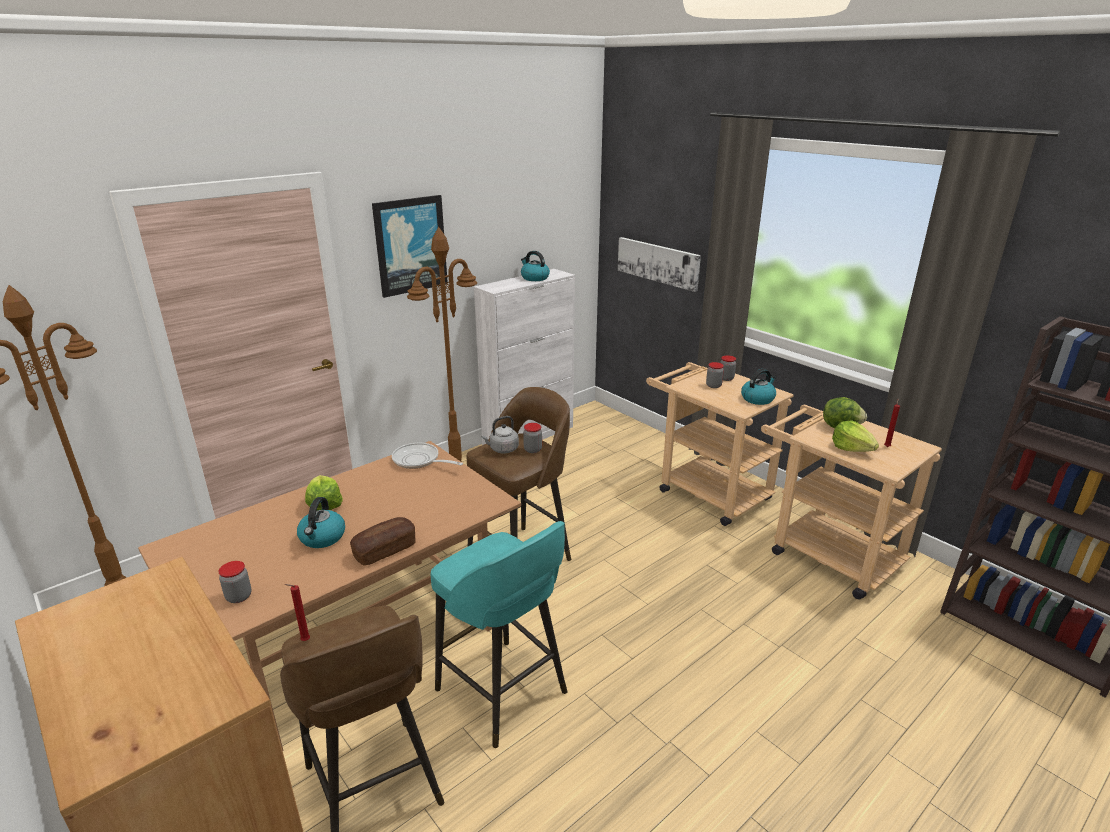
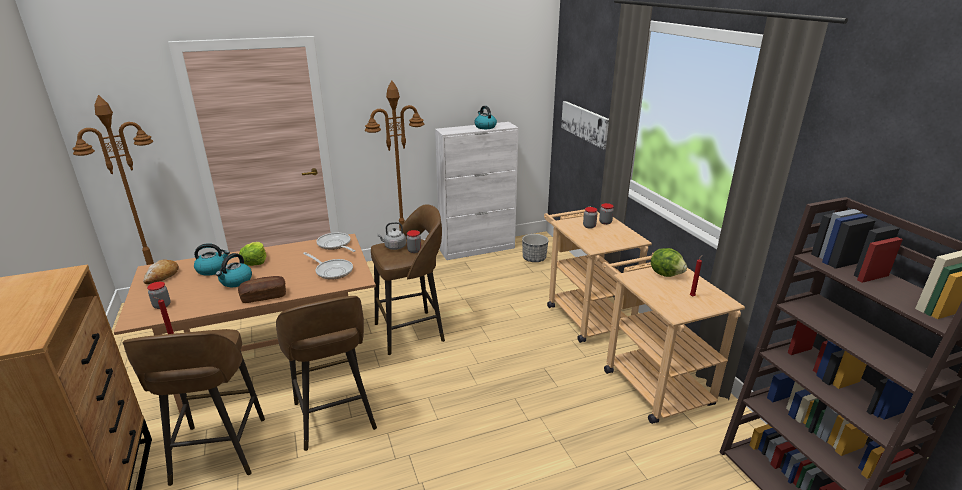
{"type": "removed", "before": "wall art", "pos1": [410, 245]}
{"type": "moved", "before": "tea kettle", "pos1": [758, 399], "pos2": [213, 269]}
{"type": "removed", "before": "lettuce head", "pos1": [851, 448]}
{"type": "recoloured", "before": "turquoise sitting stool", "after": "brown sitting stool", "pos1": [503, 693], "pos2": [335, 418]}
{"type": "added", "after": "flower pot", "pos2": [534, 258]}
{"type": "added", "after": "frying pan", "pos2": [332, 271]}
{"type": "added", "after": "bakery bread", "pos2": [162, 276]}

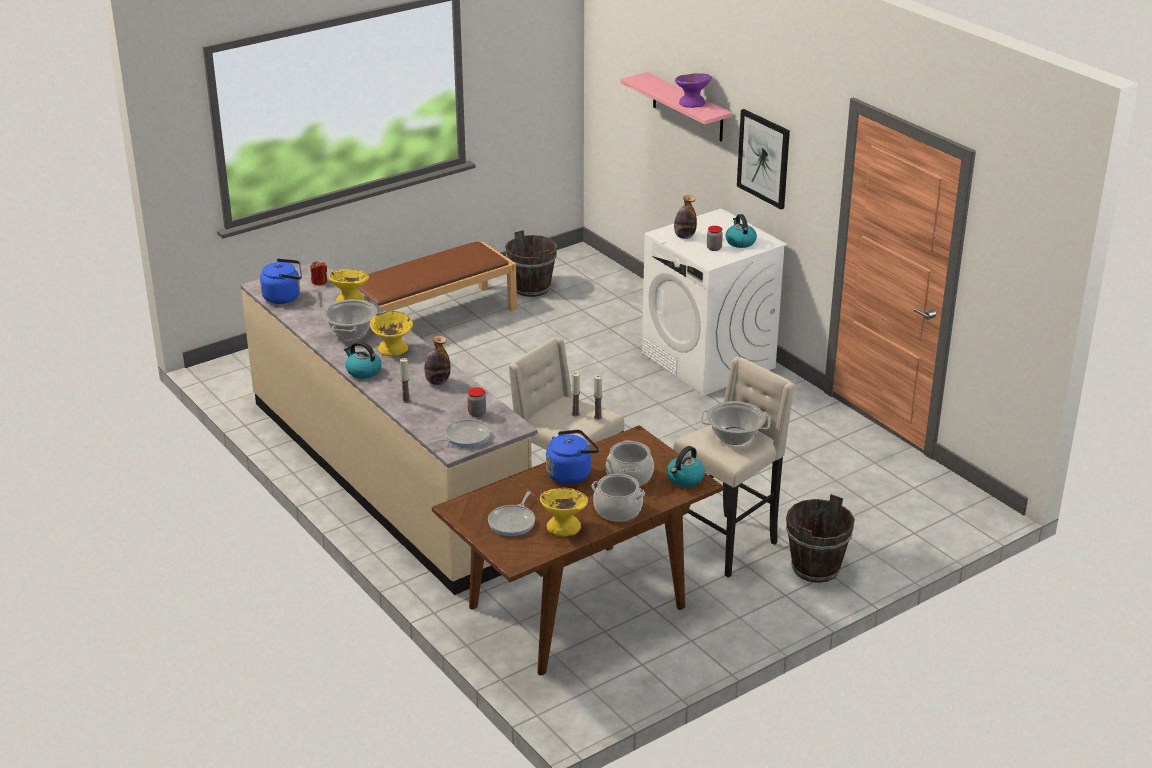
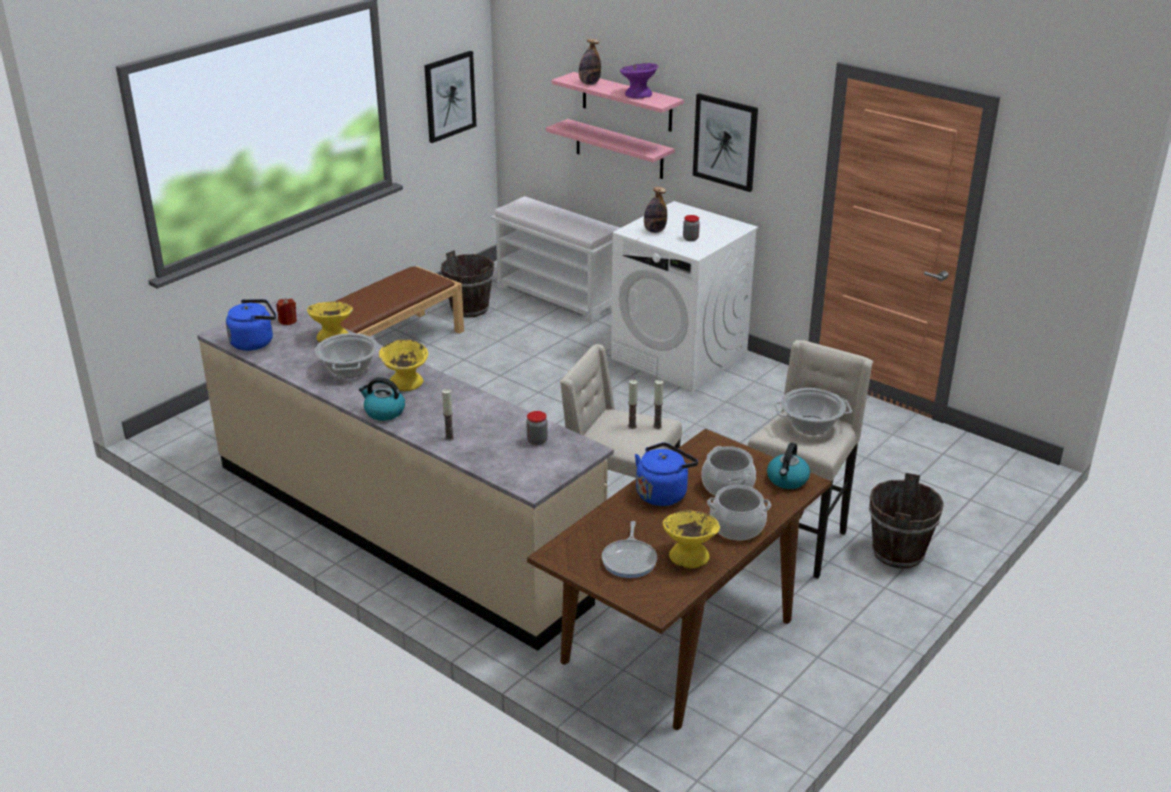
{"type": "removed", "before": "tea kettle", "pos1": [740, 242]}
{"type": "moved", "before": "drink bottle", "pos1": [437, 382], "pos2": [589, 83]}
{"type": "removed", "before": "frying pan", "pos1": [464, 437]}
{"type": "added", "after": "wall art", "pos2": [449, 96]}
{"type": "added", "after": "pink wall shelf", "pos2": [619, 149]}
{"type": "added", "after": "white-coloured long seat", "pos2": [559, 297]}

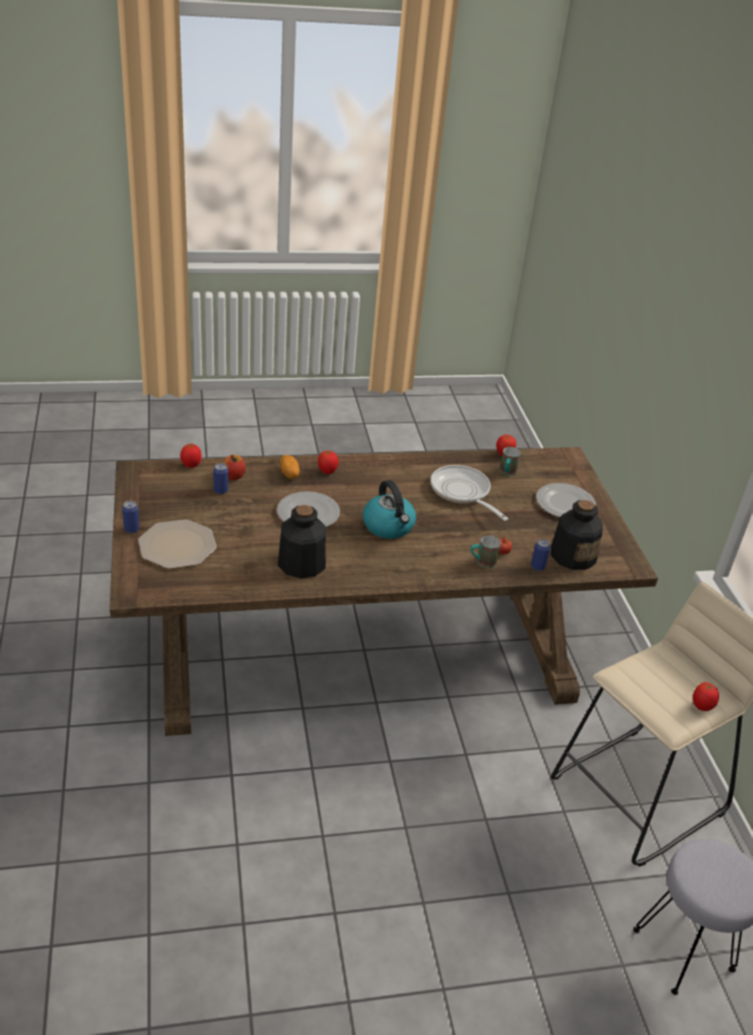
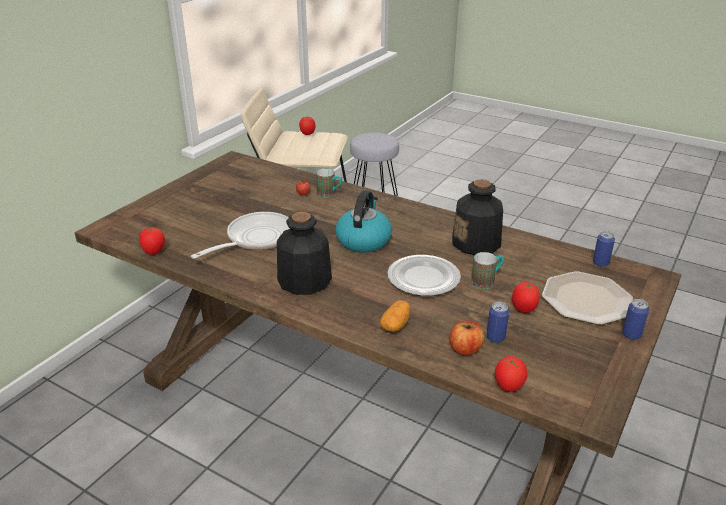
{"type": "moved", "before": "tea mug", "pos1": [507, 473], "pos2": [486, 281]}
{"type": "moved", "before": "whole tomato", "pos1": [327, 472], "pos2": [523, 310]}
{"type": "turned", "before": "frying pan", "pos1": [462, 493], "pos2": [255, 239], "turn": -150}
{"type": "removed", "before": "plate", "pos1": [564, 504]}
{"type": "moved", "before": "drink bottle", "pos1": [572, 555], "pos2": [304, 281]}
{"type": "moved", "before": "can", "pos1": [537, 566], "pos2": [600, 263]}

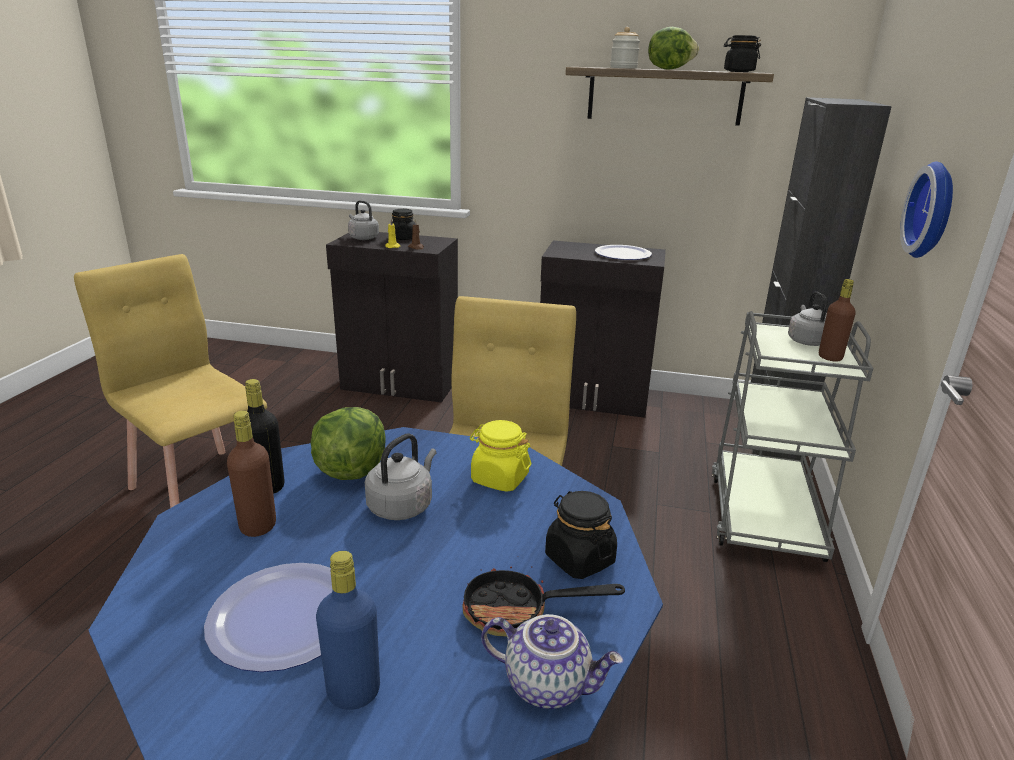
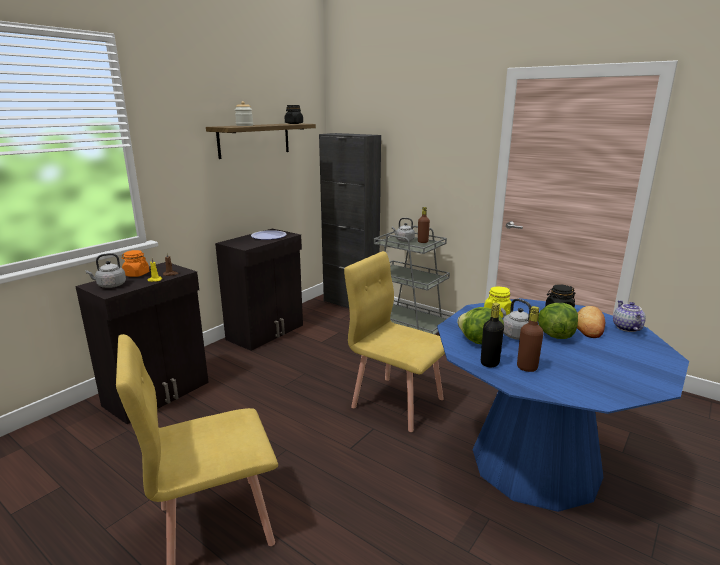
{"type": "moved", "before": "lettuce head", "pos1": [669, 69], "pos2": [555, 335]}
{"type": "removed", "before": "hanging clock", "pos1": [935, 211]}
{"type": "recoloured", "before": "blackish preserve jar", "after": "orange preserve jar", "pos1": [403, 238], "pos2": [136, 274]}
{"type": "removed", "before": "blue-coloured drink bottle", "pos1": [353, 692]}
{"type": "replaced", "before": "frying pan", "after": "bakery bread", "pos1": [518, 612], "pos2": [590, 326]}
{"type": "removed", "before": "plate", "pos1": [284, 617]}
{"type": "turned", "before": "tea pot", "pos1": [548, 684], "pos2": [625, 328], "turn": -45}

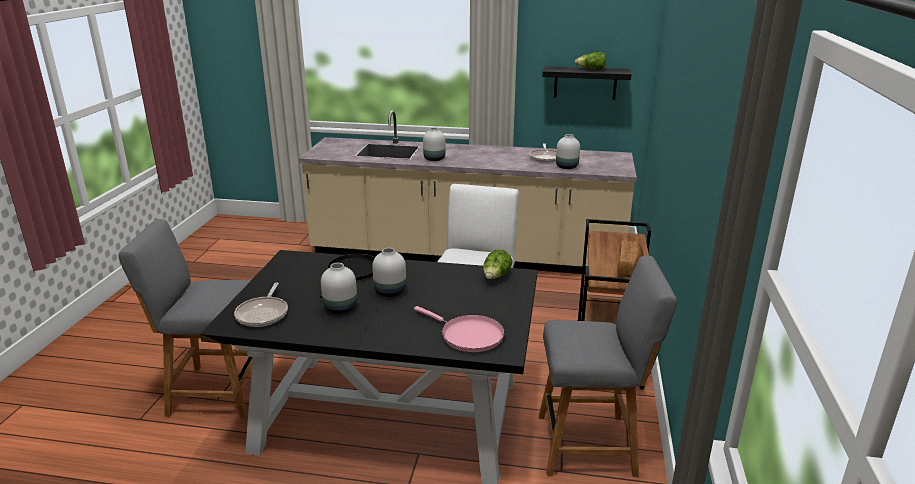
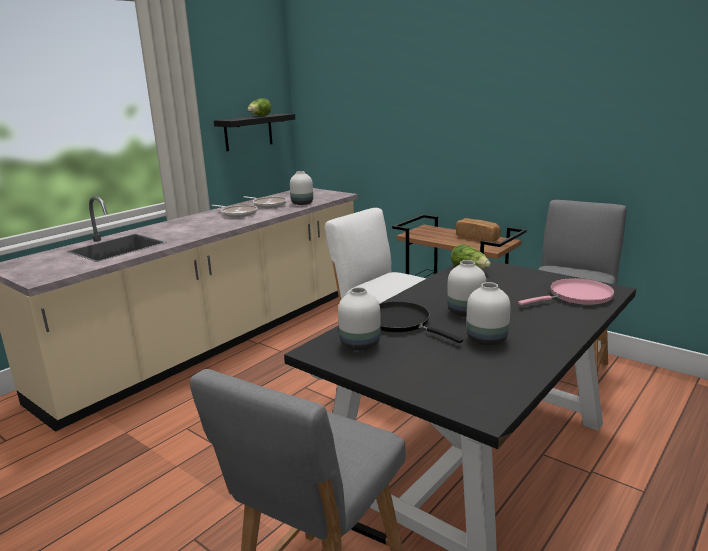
{"type": "moved", "before": "white-coloured flower vase", "pos1": [433, 159], "pos2": [359, 345]}
{"type": "moved", "before": "frying pan", "pos1": [263, 314], "pos2": [238, 214]}

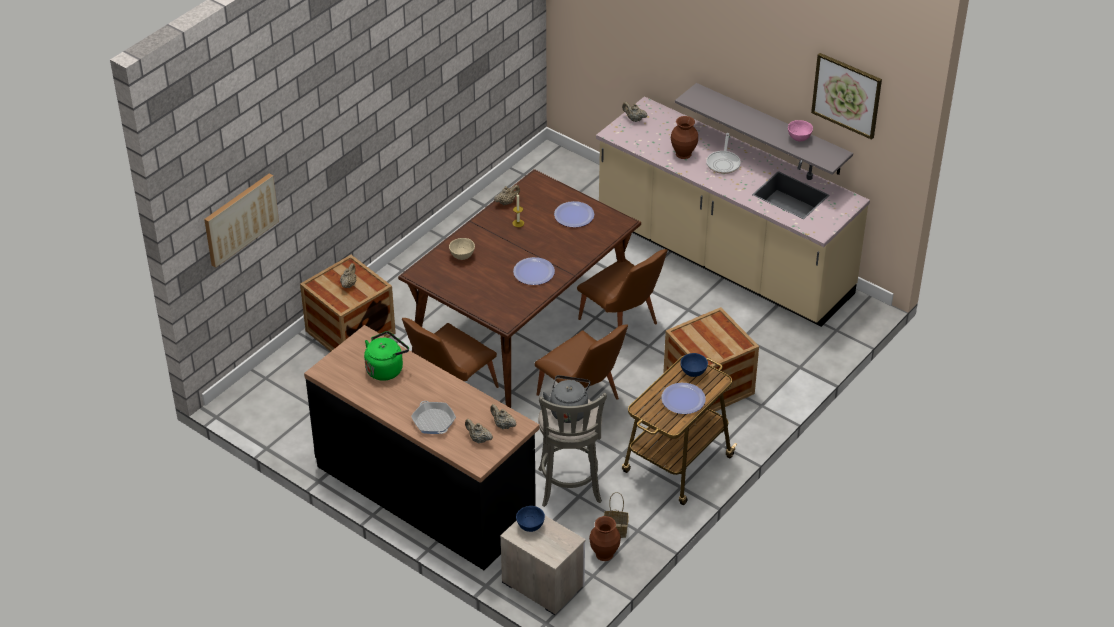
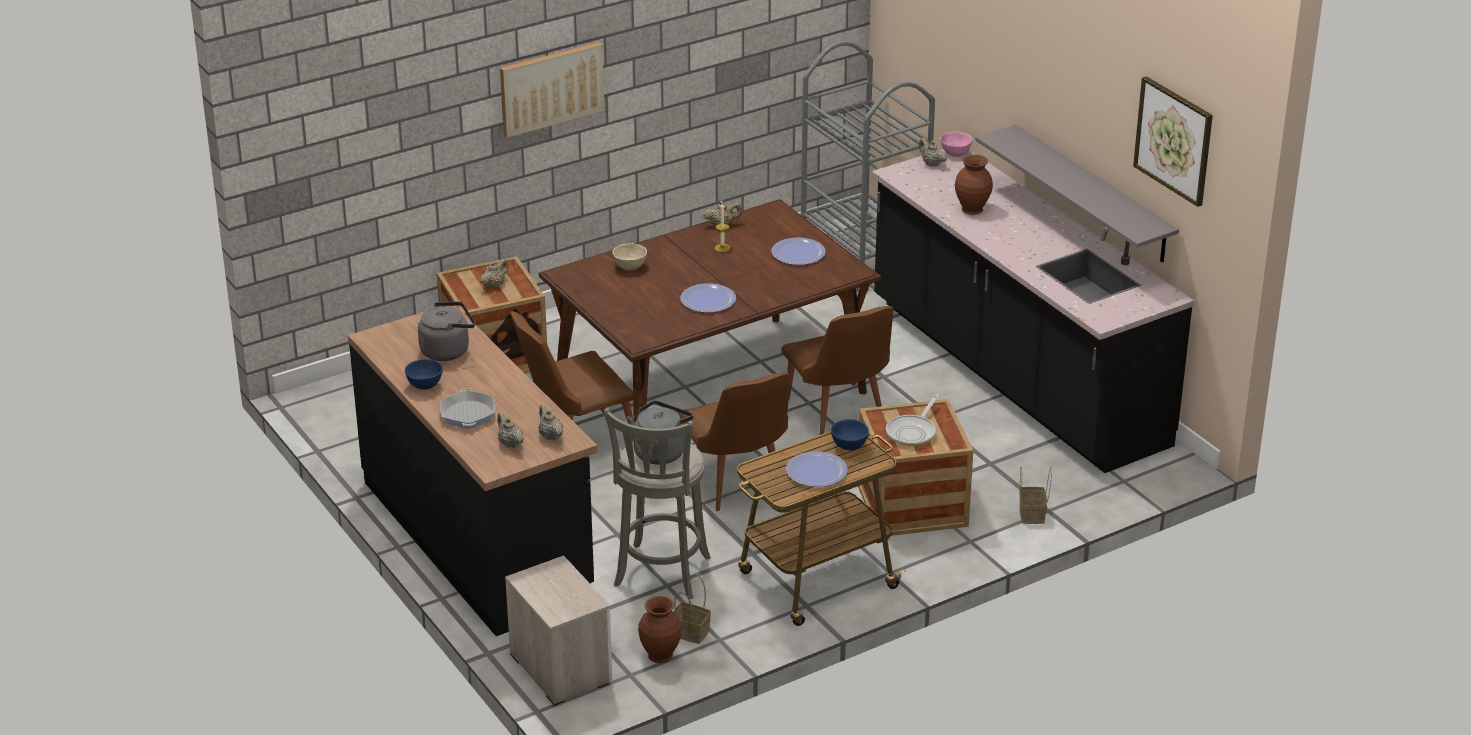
{"type": "recoloured", "before": "beige counter", "after": "blackish counter", "pos1": [723, 259], "pos2": [1015, 375]}
{"type": "moved", "before": "pink deep dish", "pos1": [799, 138], "pos2": [955, 154]}
{"type": "moved", "before": "frying pan", "pos1": [723, 163], "pos2": [913, 432]}
{"type": "moved", "before": "wall art", "pos1": [240, 219], "pos2": [551, 88]}
{"type": "recoloured", "before": "greenish tea kettle", "after": "grey tea kettle", "pos1": [386, 368], "pos2": [448, 350]}
{"type": "moved", "before": "blue-coloured deep dish", "pos1": [530, 526], "pos2": [424, 386]}
{"type": "added", "after": "grey wheeled cart", "pos2": [863, 256]}
{"type": "added", "after": "storage basket", "pos2": [1032, 515]}

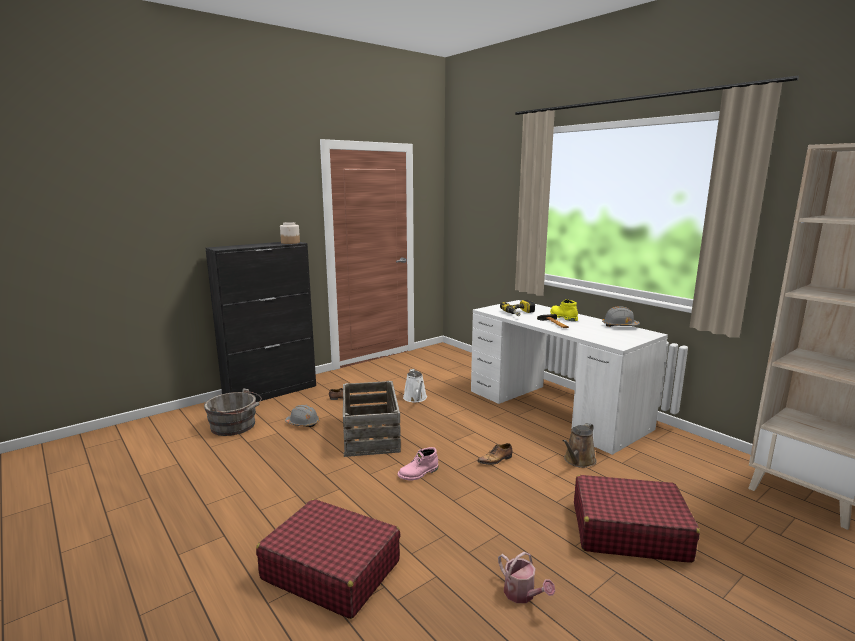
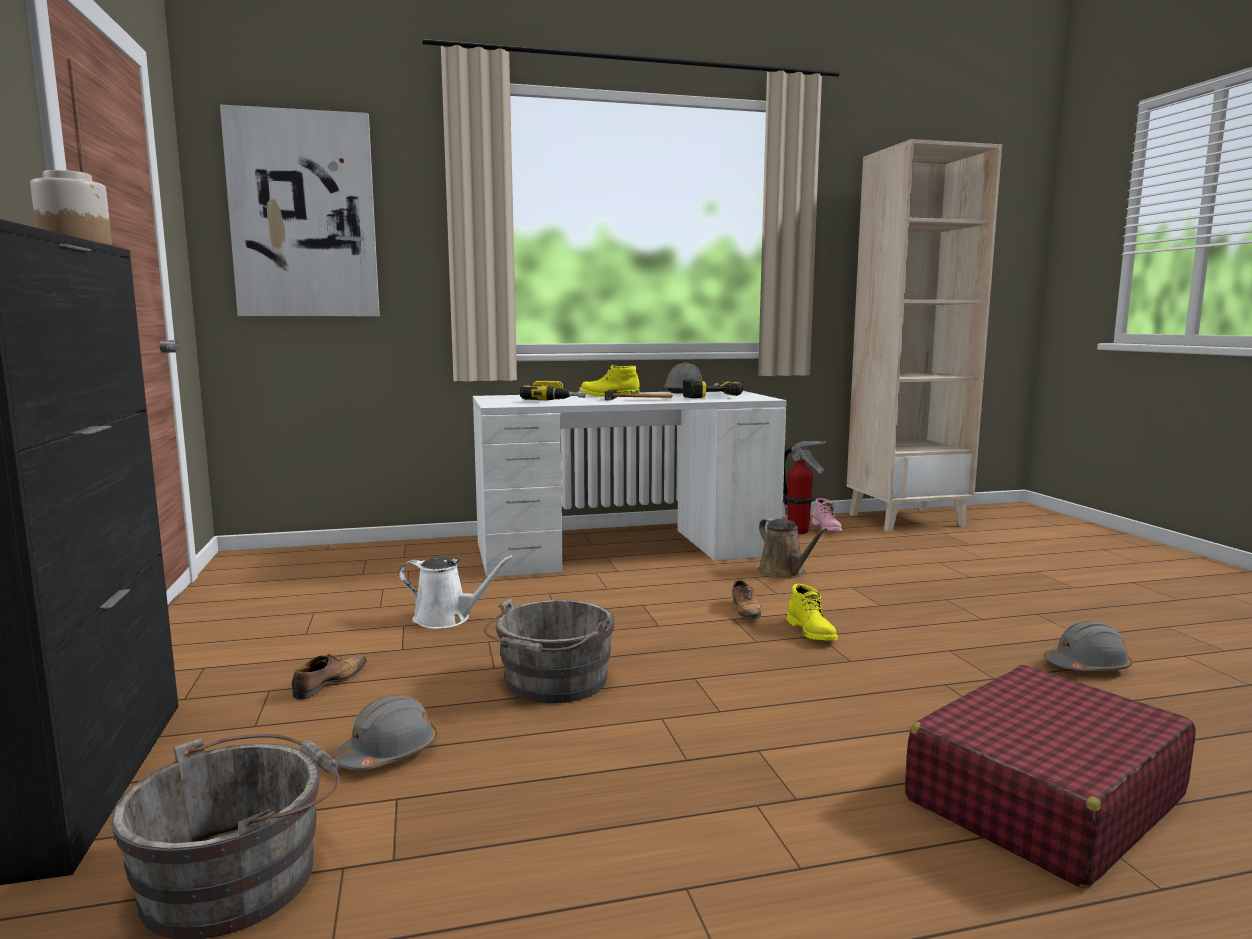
{"type": "replaced", "before": "packing crate", "after": "grey pail", "pos1": [371, 434], "pos2": [553, 683]}
{"type": "moved", "before": "pink boot", "pos1": [418, 474], "pos2": [827, 528]}
{"type": "removed", "before": "red piece of luggage", "pos1": [628, 531]}
{"type": "replaced", "before": "watering pot", "after": "grey hard hat", "pos1": [522, 595], "pos2": [1087, 666]}
{"type": "added", "after": "wall art", "pos2": [304, 215]}
{"type": "added", "after": "power drill", "pos2": [708, 396]}
{"type": "added", "after": "fire-fighting cylinder", "pos2": [799, 532]}
{"type": "added", "after": "yellowish boot", "pos2": [812, 632]}

